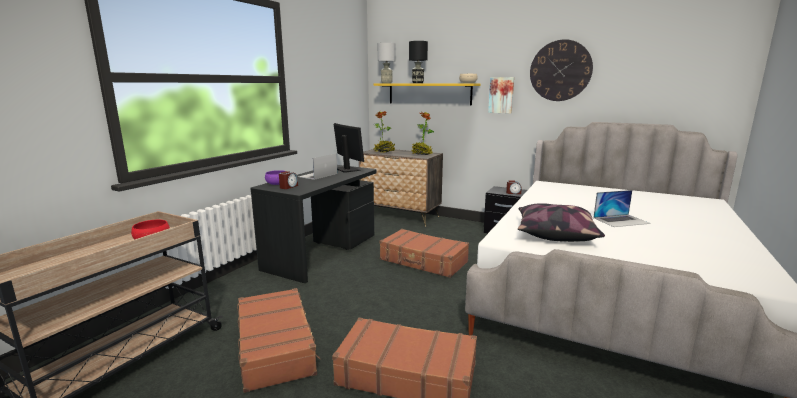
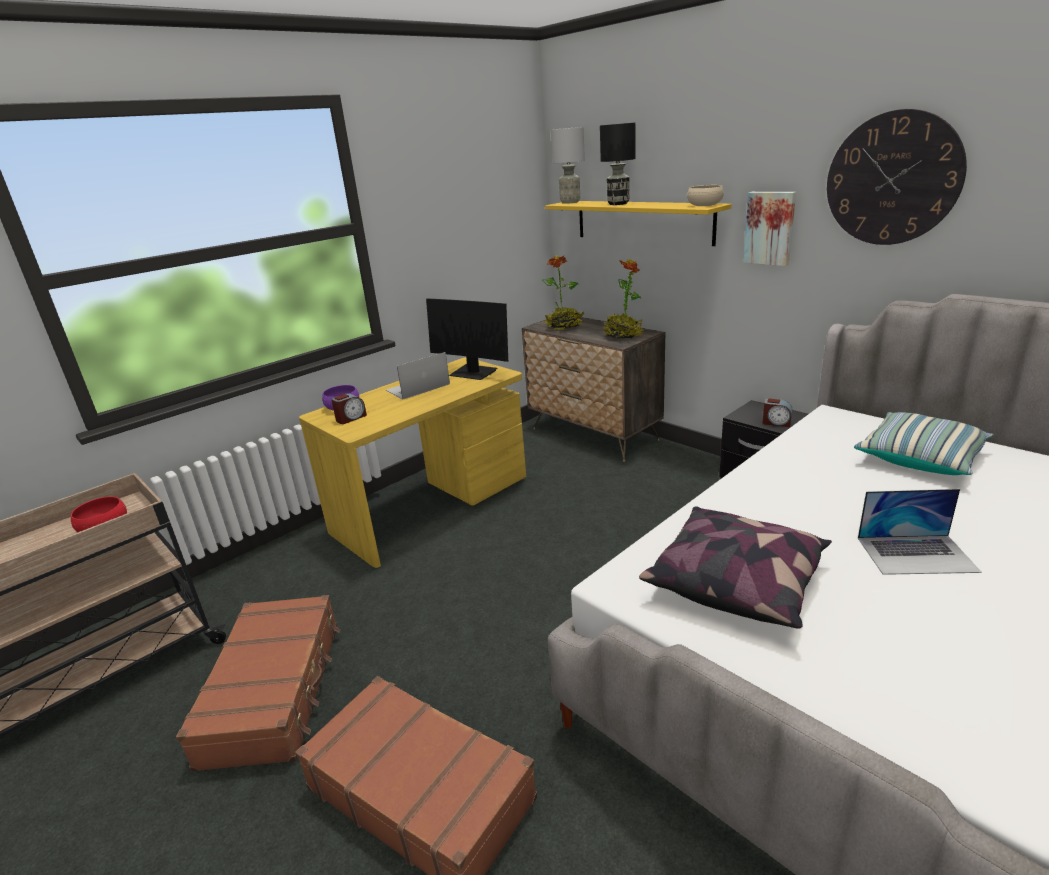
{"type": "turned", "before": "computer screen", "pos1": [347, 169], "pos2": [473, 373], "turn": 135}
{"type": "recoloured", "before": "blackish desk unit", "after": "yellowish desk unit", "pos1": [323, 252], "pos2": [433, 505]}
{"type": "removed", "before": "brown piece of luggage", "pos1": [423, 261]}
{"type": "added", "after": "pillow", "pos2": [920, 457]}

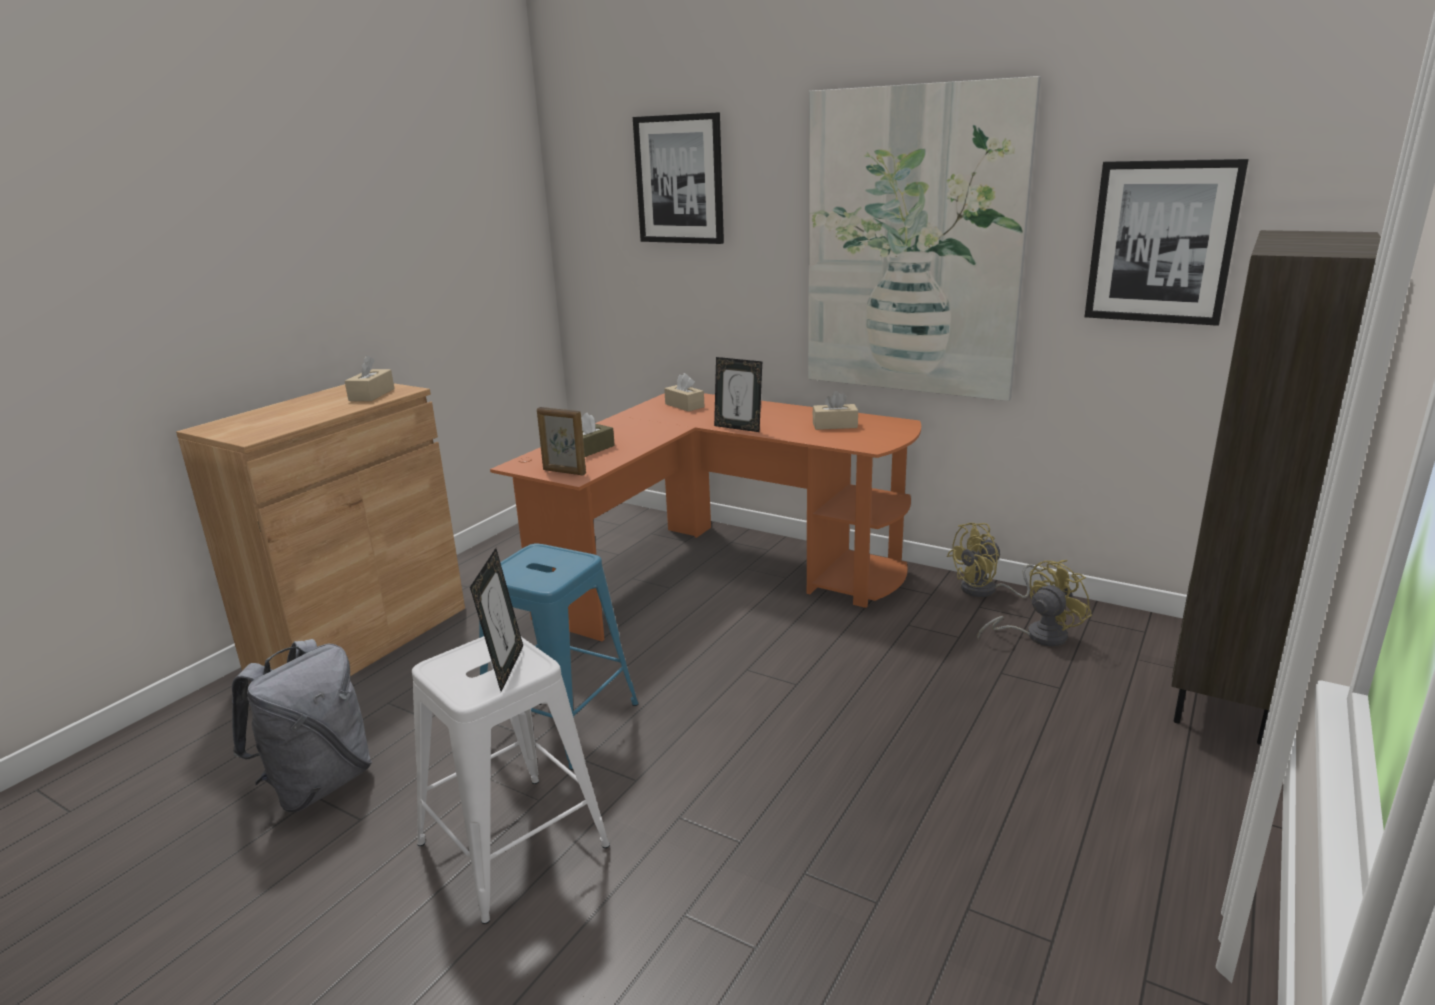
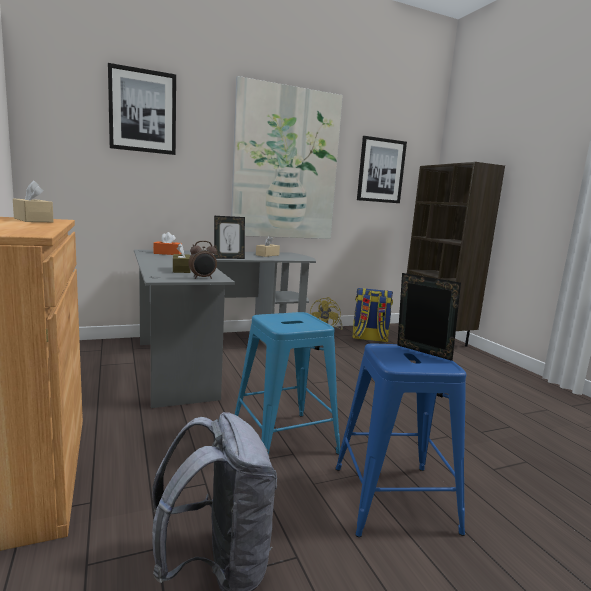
{"type": "recoloured", "before": "beige tissue holder", "after": "orange tissue holder", "pos1": [684, 405], "pos2": [167, 253]}
{"type": "recoloured", "before": "orange desk unit", "after": "grey desk unit", "pos1": [718, 573], "pos2": [212, 354]}
{"type": "replaced", "before": "standing frame", "after": "table clock", "pos1": [564, 472], "pos2": [202, 278]}
{"type": "replaced", "before": "yellowish fan", "after": "backpack", "pos1": [1037, 636], "pos2": [369, 339]}
{"type": "recoloured", "before": "white-coloured sitting stool", "after": "blue-coloured sitting stool", "pos1": [512, 845], "pos2": [394, 499]}

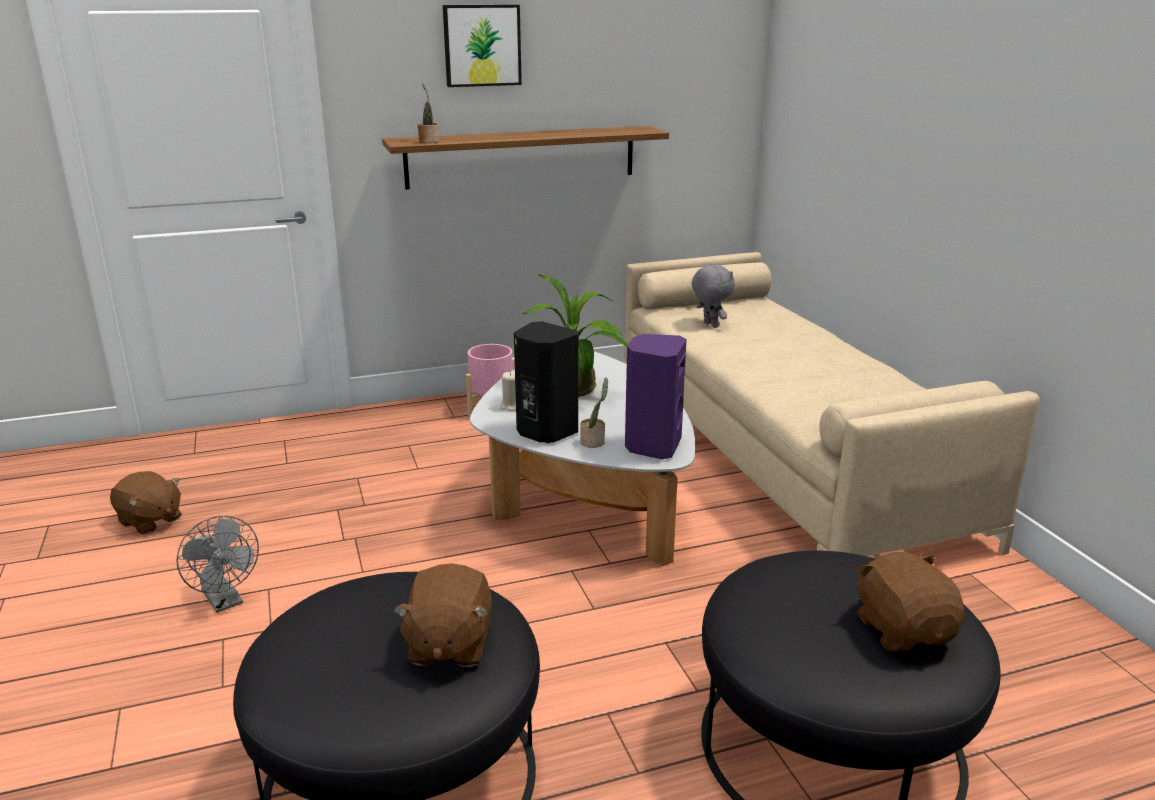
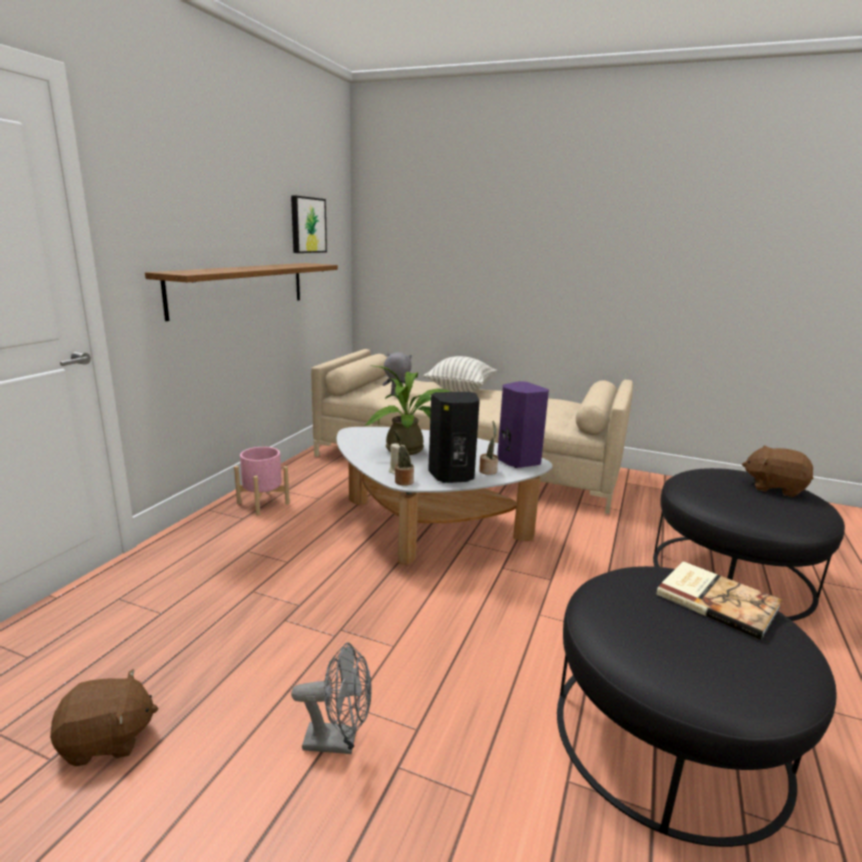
{"type": "moved", "before": "wall art", "pos1": [482, 45], "pos2": [307, 225]}
{"type": "moved", "before": "houseplant", "pos1": [428, 141], "pos2": [402, 481]}
{"type": "replaced", "before": "brown soft toy", "after": "bound book", "pos1": [448, 645], "pos2": [716, 600]}
{"type": "added", "after": "pillow", "pos2": [460, 389]}

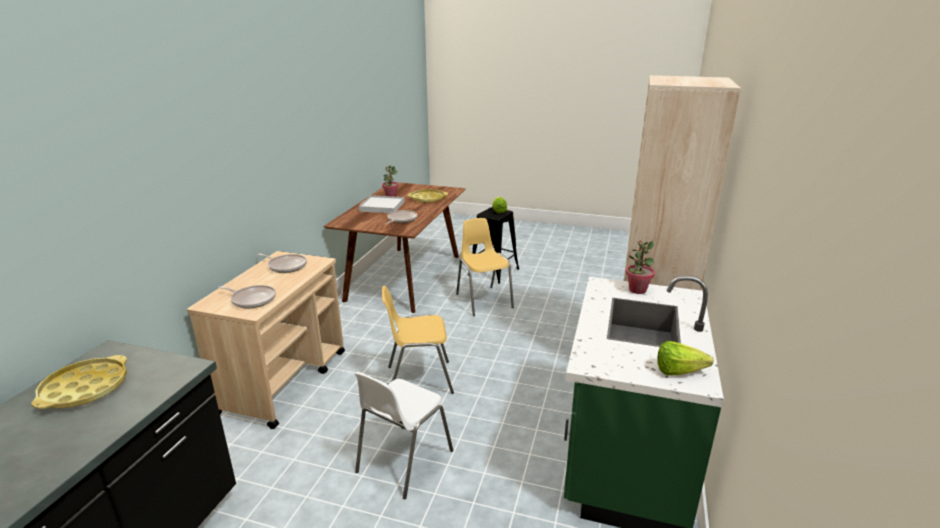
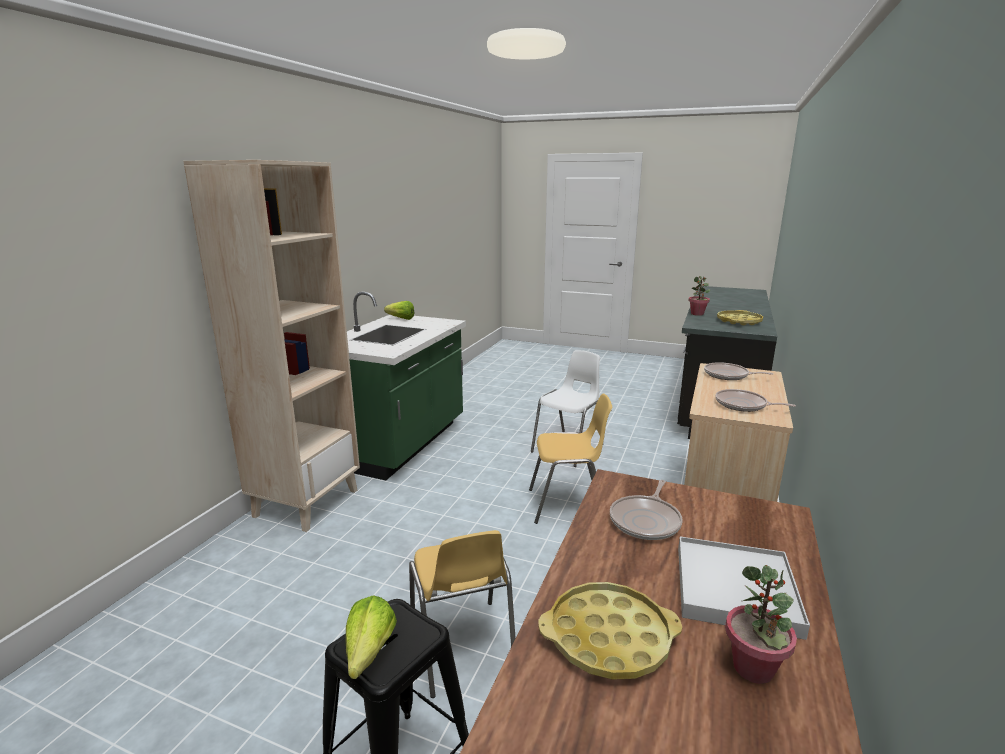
{"type": "moved", "before": "houseplant", "pos1": [637, 290], "pos2": [697, 314]}

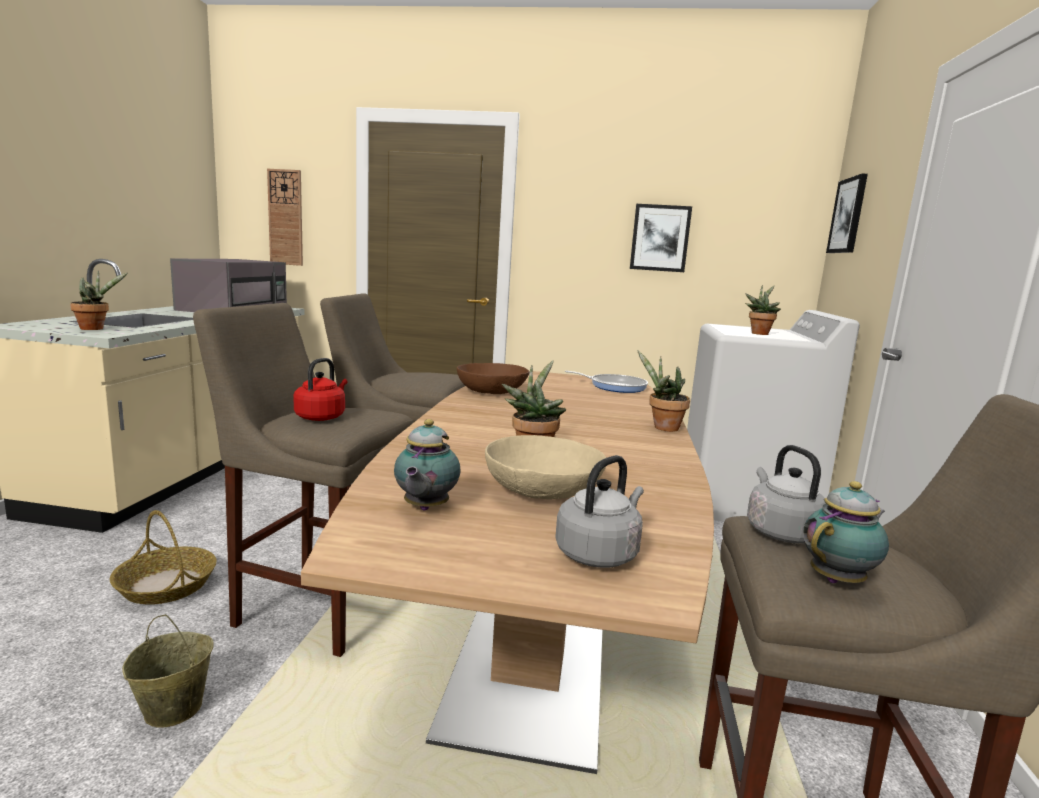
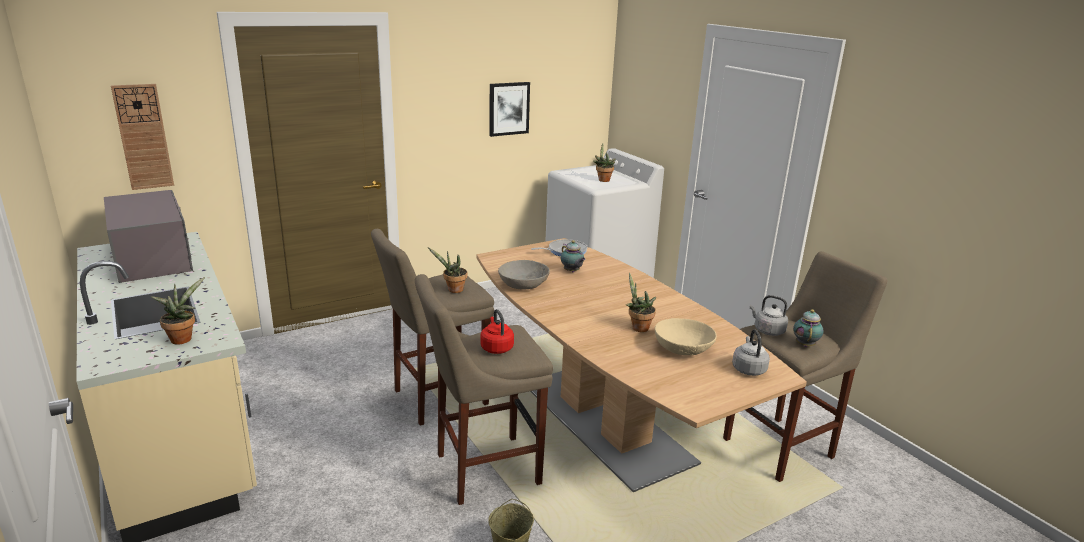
{"type": "removed", "before": "wall art", "pos1": [848, 216]}
{"type": "moved", "before": "houseplant", "pos1": [662, 427], "pos2": [453, 290]}
{"type": "recoloured", "before": "brown deep dish", "after": "grey deep dish", "pos1": [492, 391], "pos2": [523, 284]}
{"type": "moved", "before": "tea pot", "pos1": [424, 508], "pos2": [572, 271]}
{"type": "removed", "before": "storage basket", "pos1": [165, 585]}

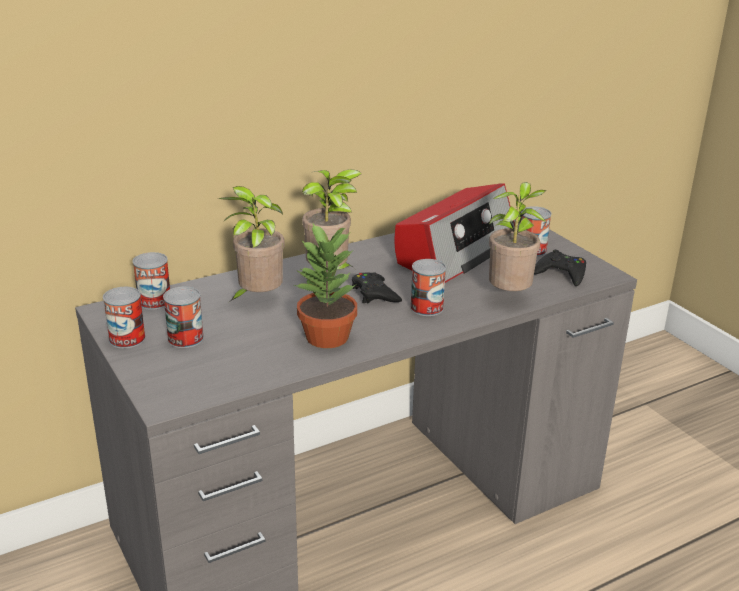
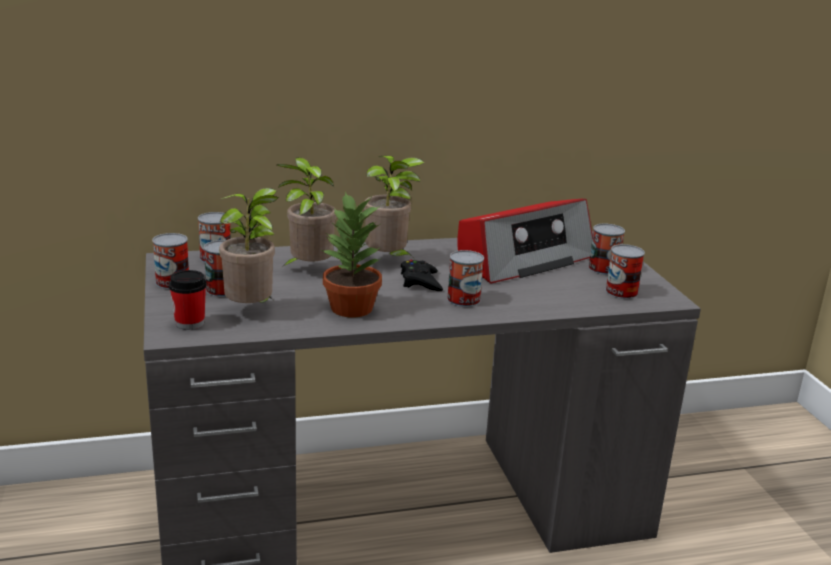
{"type": "moved", "before": "houseplant", "pos1": [510, 296], "pos2": [252, 310]}
{"type": "replaced", "before": "blackish game controller", "after": "can", "pos1": [561, 273], "pos2": [621, 292]}
{"type": "added", "after": "drinking cup", "pos2": [190, 323]}

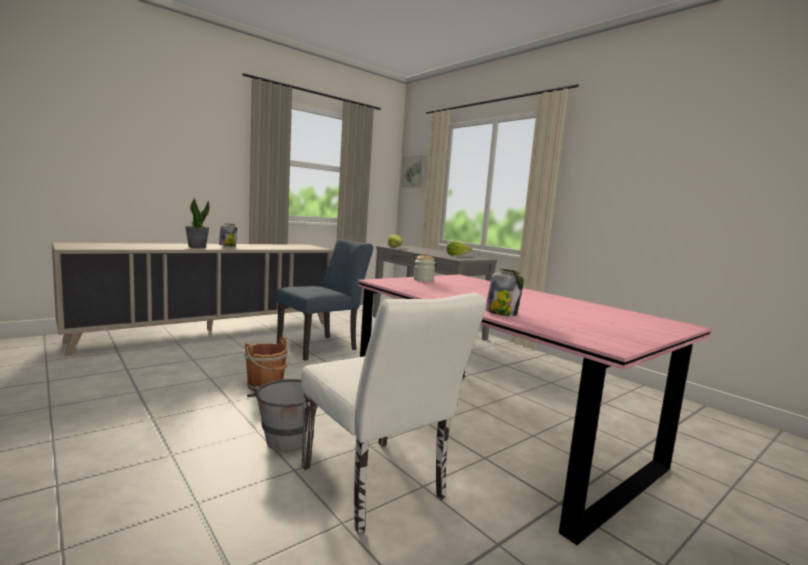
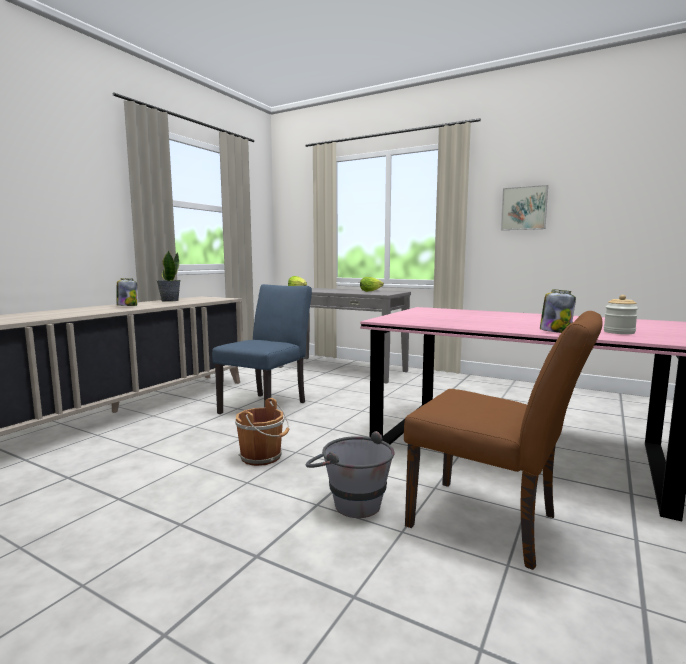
{"type": "moved", "before": "wall art", "pos1": [414, 172], "pos2": [524, 208]}
{"type": "moved", "before": "houseplant", "pos1": [197, 247], "pos2": [169, 300]}
{"type": "moved", "before": "preserve jar", "pos1": [423, 280], "pos2": [619, 332]}
{"type": "recoloured", "before": "white-coloured upright chair", "after": "brown upright chair", "pos1": [378, 488], "pos2": [494, 524]}

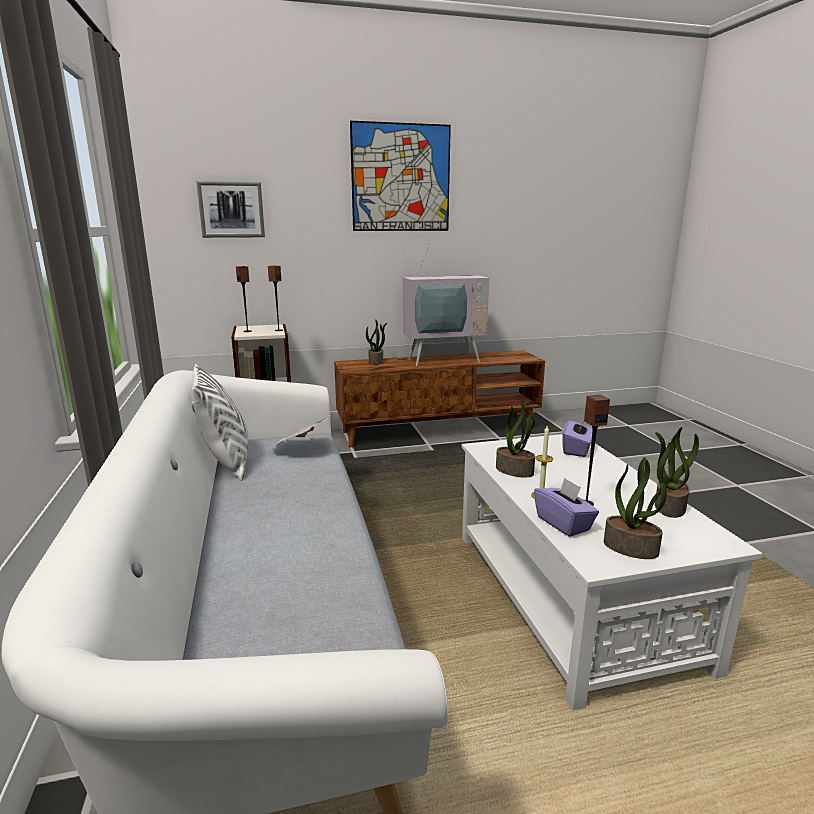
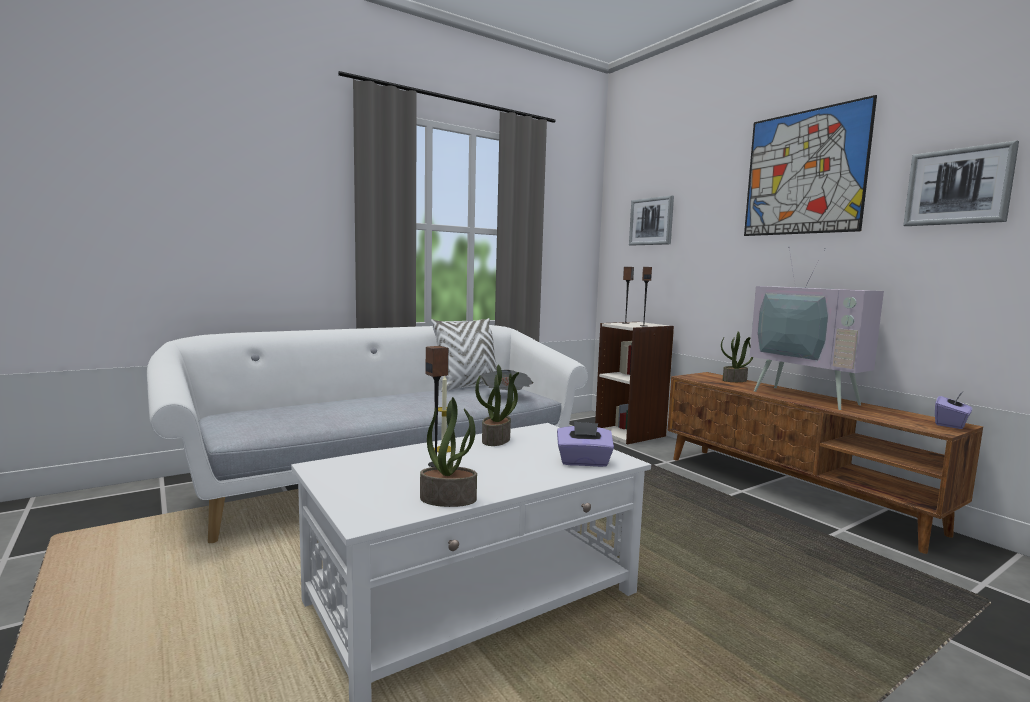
{"type": "removed", "before": "houseplant", "pos1": [631, 548]}
{"type": "moved", "before": "purplish tissue holder", "pos1": [563, 523], "pos2": [951, 424]}
{"type": "added", "after": "wall art", "pos2": [958, 186]}

